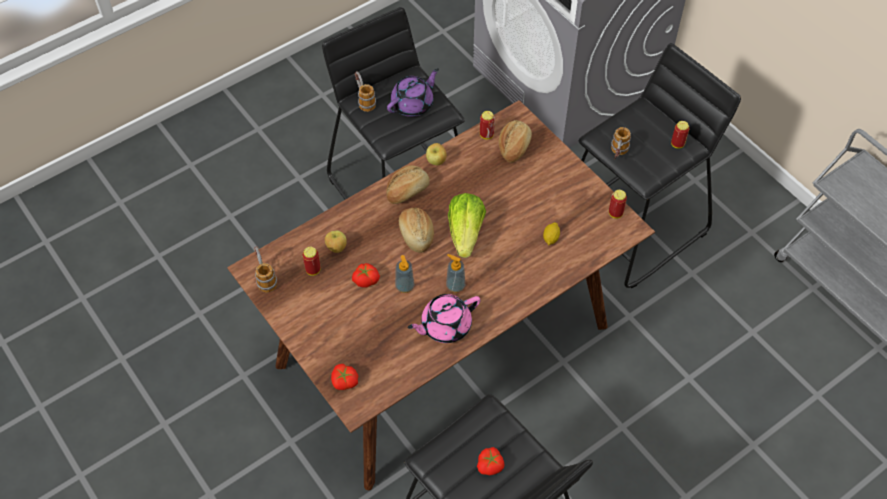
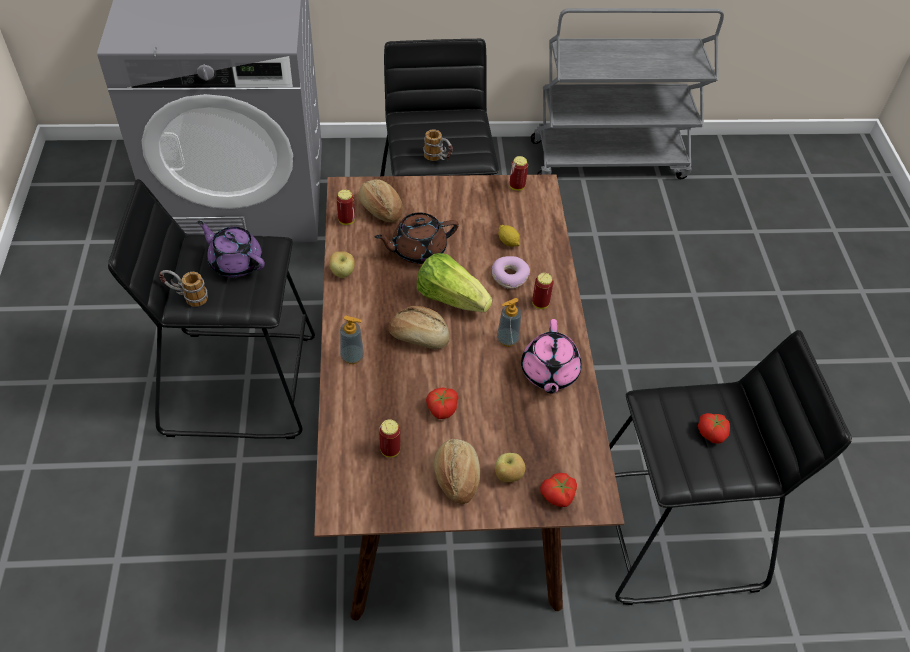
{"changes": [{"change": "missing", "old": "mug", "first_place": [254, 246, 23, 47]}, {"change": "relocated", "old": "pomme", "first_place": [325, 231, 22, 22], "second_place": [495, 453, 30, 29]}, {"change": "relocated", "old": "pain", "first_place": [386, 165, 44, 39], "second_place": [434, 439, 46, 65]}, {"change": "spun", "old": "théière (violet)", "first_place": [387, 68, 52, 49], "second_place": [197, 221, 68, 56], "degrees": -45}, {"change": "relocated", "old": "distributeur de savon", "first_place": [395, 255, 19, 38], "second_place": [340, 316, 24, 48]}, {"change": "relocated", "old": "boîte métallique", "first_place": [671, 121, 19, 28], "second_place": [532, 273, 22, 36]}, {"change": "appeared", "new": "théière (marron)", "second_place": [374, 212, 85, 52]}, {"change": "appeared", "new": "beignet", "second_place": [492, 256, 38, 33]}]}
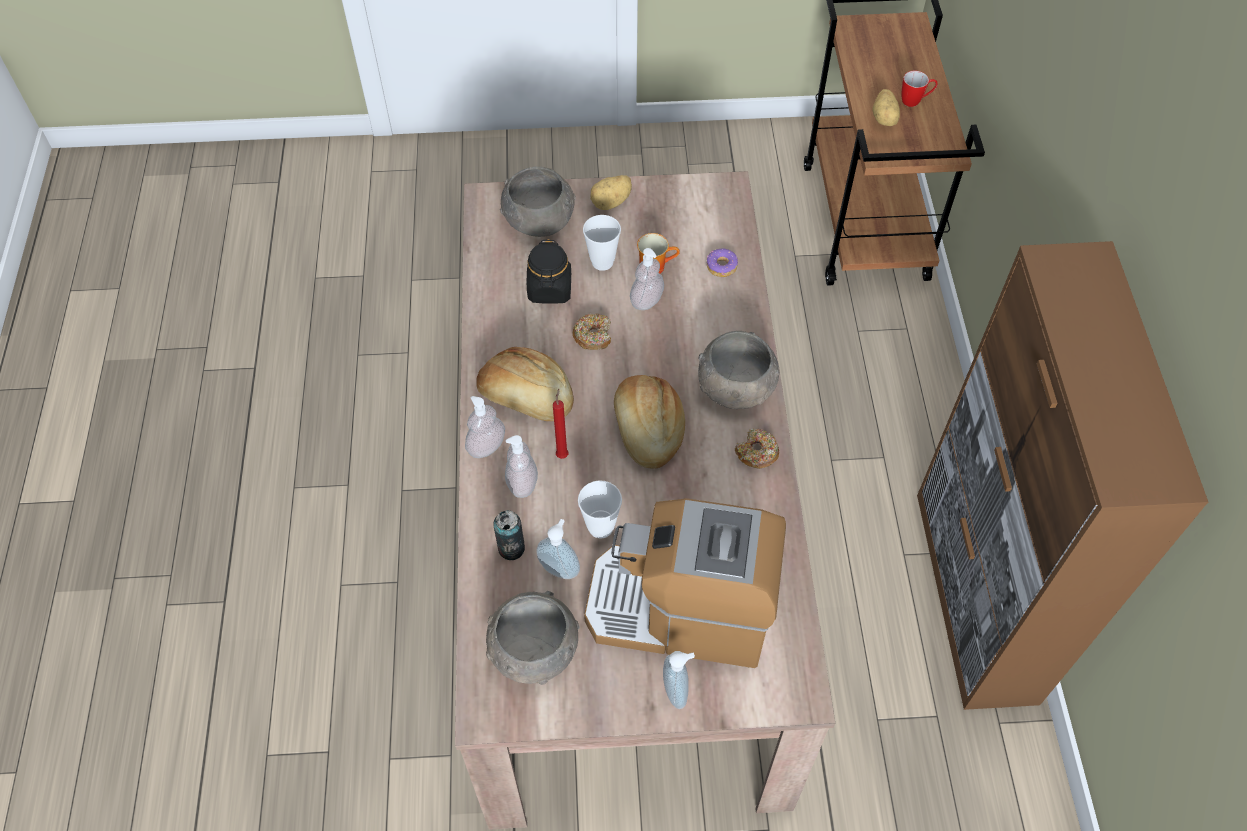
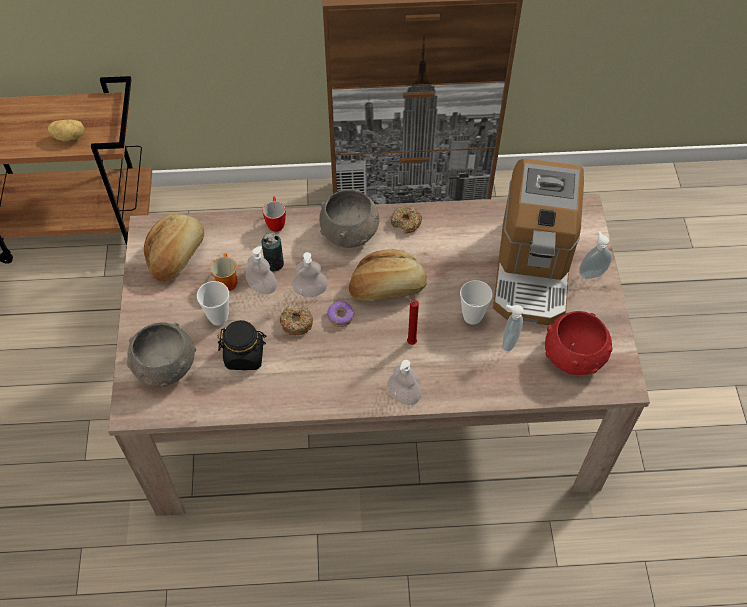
{"changes": [{"change": "relocated", "old": "pain", "first_place": [476, 347, 98, 74], "second_place": [144, 213, 60, 69]}, {"change": "colour", "old": "bol (gris)", "new": "bol (rouge)", "first_place": [486, 591, 94, 94], "second_place": [545, 311, 68, 64]}, {"change": "relocated", "old": "boîte métallique", "first_place": [493, 510, 32, 50], "second_place": [261, 232, 23, 40]}, {"change": "relocated", "old": "distributeur de savon", "first_place": [505, 435, 33, 63], "second_place": [292, 252, 36, 45]}, {"change": "missing", "old": "pomme de terre", "first_place": [590, 175, 42, 35]}, {"change": "relocated", "old": "beignet", "first_place": [707, 249, 31, 28], "second_place": [327, 302, 27, 25]}, {"change": "relocated", "old": "mug", "first_place": [902, 71, 36, 36], "second_place": [262, 197, 24, 35]}]}
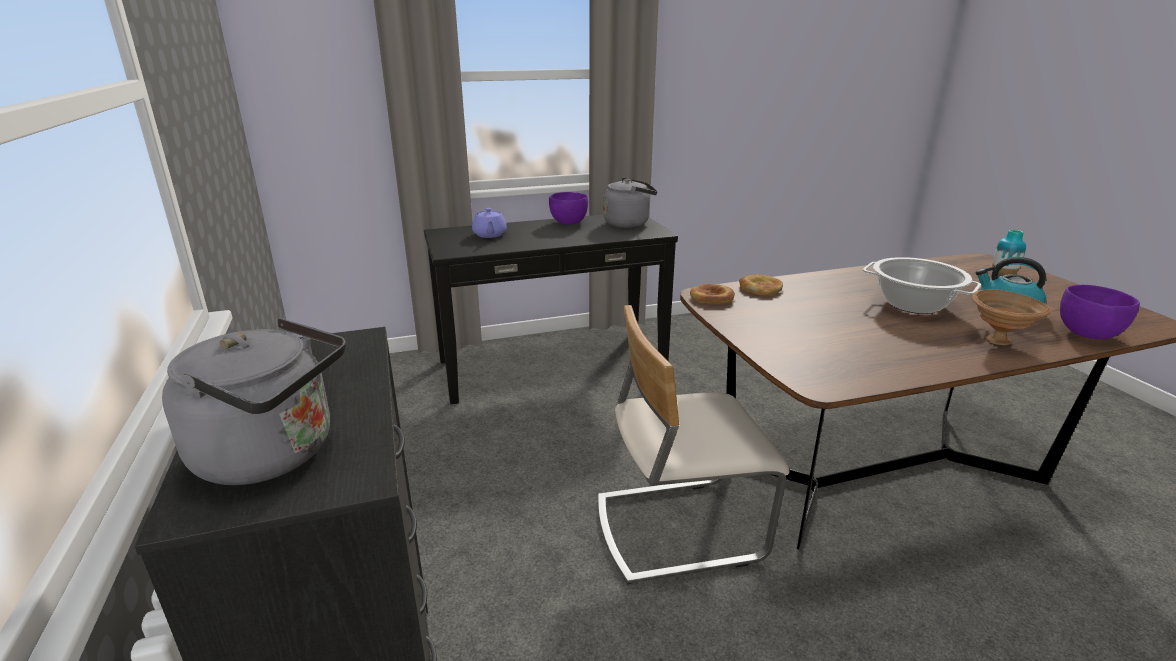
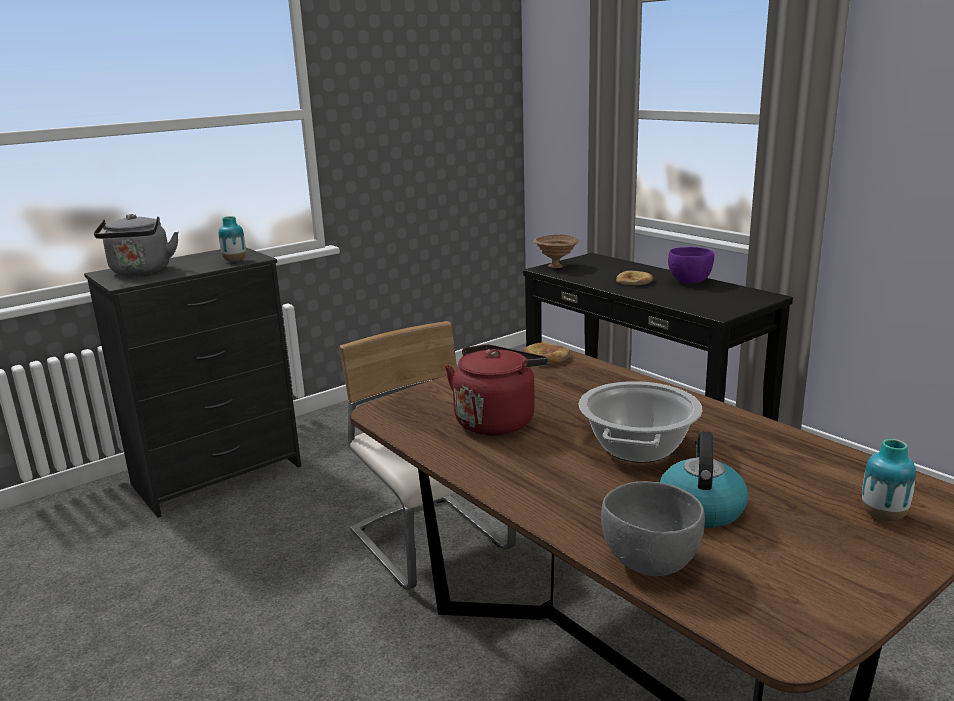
{"changes": [{"change": "missing", "old": "théière (violet)", "first_place": [472, 208, 35, 30]}, {"change": "missing", "old": "bouilloire (gris)", "first_place": [603, 177, 54, 51]}, {"change": "relocated", "old": "pain", "first_place": [739, 274, 44, 22], "second_place": [616, 271, 37, 14]}, {"change": "relocated", "old": "bol (marron)", "first_place": [972, 289, 79, 56], "second_place": [534, 234, 45, 34]}, {"change": "colour", "old": "bol (violet)", "new": "bol (gris)", "first_place": [1060, 285, 80, 54], "second_place": [601, 481, 104, 95]}, {"change": "appeared", "new": "vase", "second_place": [219, 216, 27, 46]}, {"change": "appeared", "new": "bouilloire (rouge)", "second_place": [445, 344, 103, 91]}]}
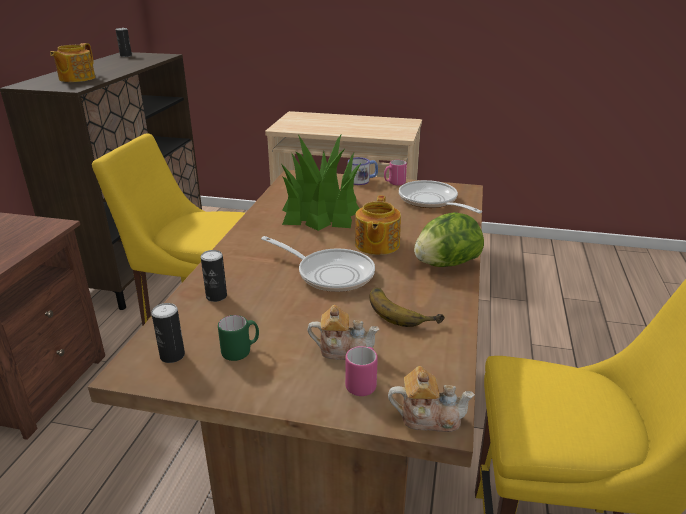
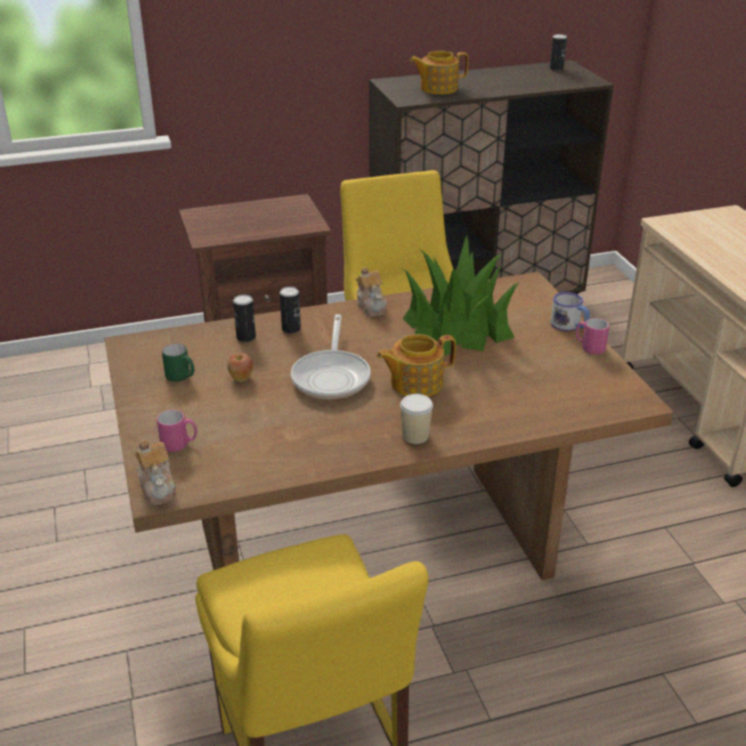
{"changes": [{"change": "relocated", "old": "boîte métallique", "first_place": [151, 303, 34, 60], "second_place": [280, 287, 21, 47]}, {"change": "relocated", "old": "théière", "first_place": [307, 305, 72, 55], "second_place": [356, 267, 31, 50]}, {"change": "missing", "old": "banane", "first_place": [370, 288, 75, 39]}, {"change": "missing", "old": "poêle", "first_place": [399, 180, 83, 33]}, {"change": "exchanged", "old": "laitue", "new": "tasse", "first_place": [414, 212, 70, 55], "second_place": [400, 394, 33, 50]}, {"change": "appeared", "new": "pomme", "second_place": [227, 353, 26, 29]}]}
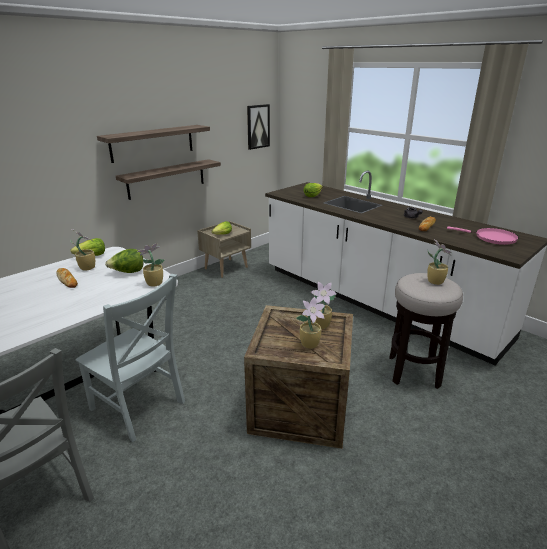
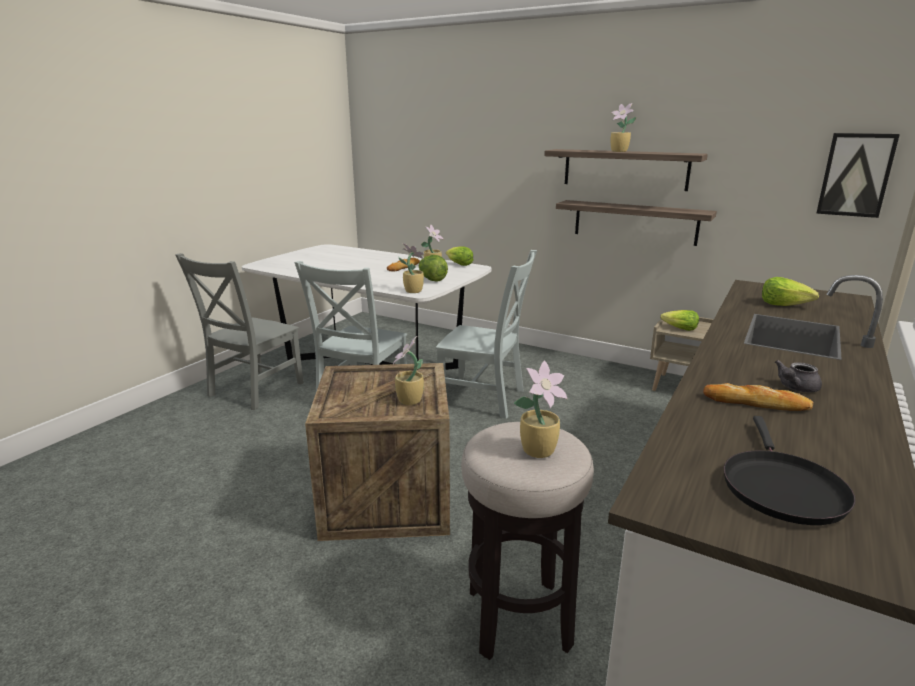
{"changes": [{"change": "relocated", "old": "plante en pot", "first_place": [296, 296, 29, 53], "second_place": [610, 103, 26, 49]}, {"change": "colour", "old": "poêle (rose)", "new": "poêle (noir)", "first_place": [447, 227, 71, 18], "second_place": [724, 416, 132, 109]}, {"change": "appeared", "new": "chaise (gris)", "second_place": [436, 250, 101, 169]}]}
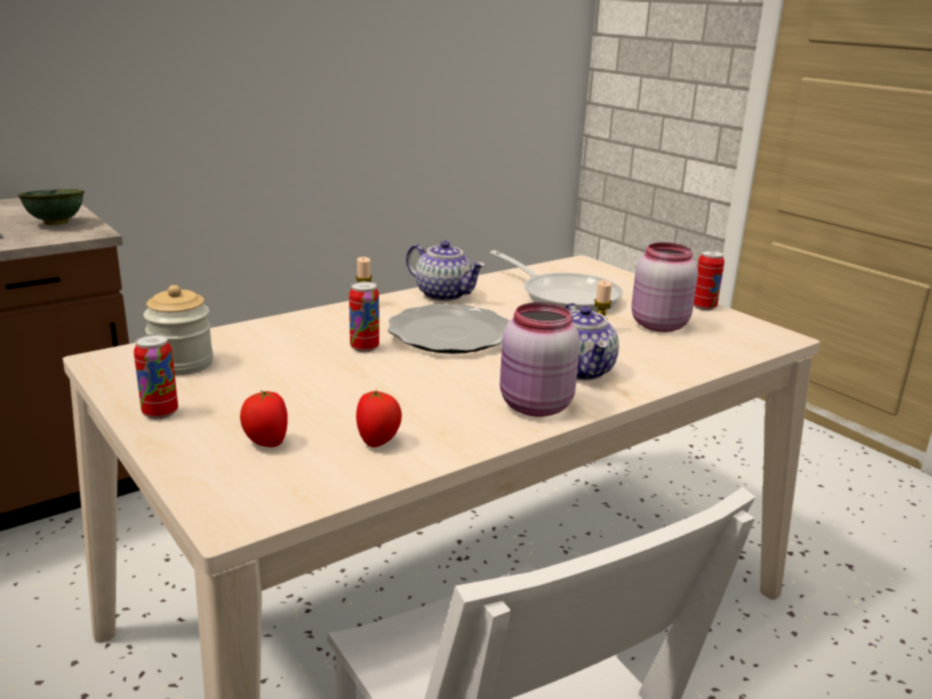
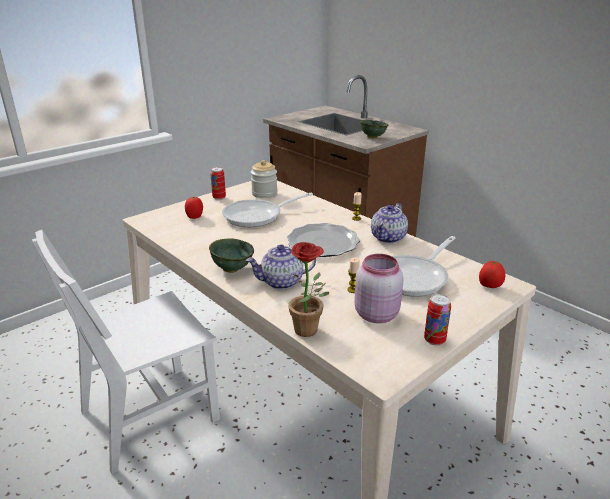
{"changes": [{"change": "missing", "old": "boîte métallique", "first_place": [349, 281, 30, 71]}, {"change": "relocated", "old": "tomate", "first_place": [356, 390, 46, 57], "second_place": [479, 261, 26, 27]}, {"change": "exchanged", "old": "bocal (rose)", "new": "bol (vert)", "first_place": [500, 302, 80, 115], "second_place": [209, 238, 45, 35]}, {"change": "appeared", "new": "poêle", "second_place": [222, 193, 91, 34]}, {"change": "appeared", "new": "plante en pot", "second_place": [283, 242, 46, 95]}]}
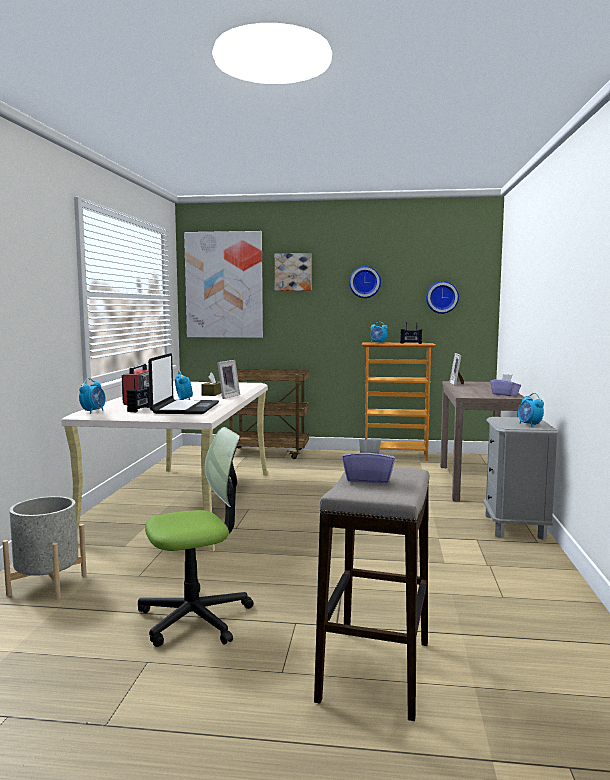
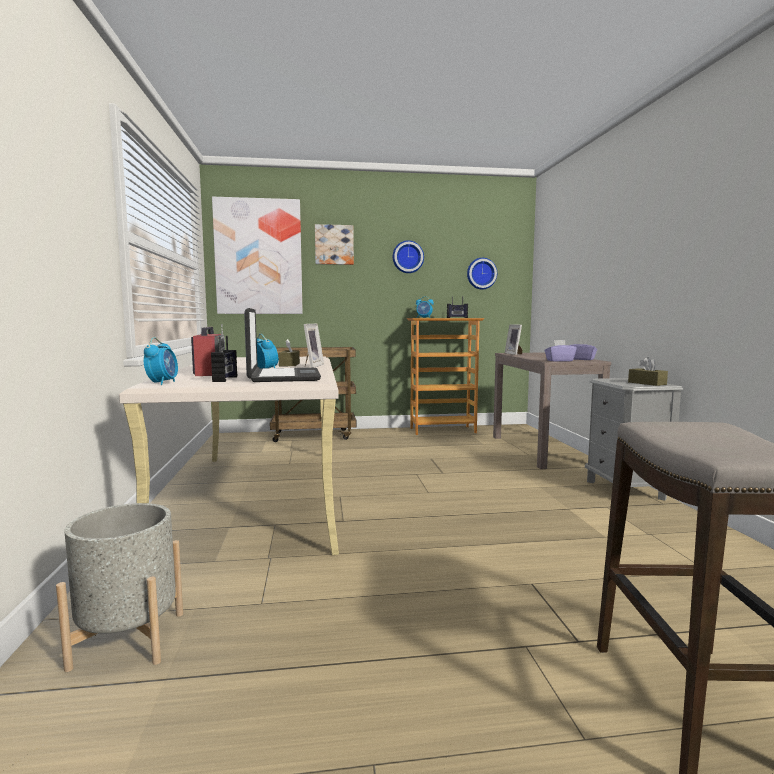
{"changes": [{"change": "missing", "old": "chaise de bureau", "first_place": [138, 427, 116, 220]}, {"change": "relocated", "old": "boîte à mouchoirs (violet)", "first_place": [342, 439, 53, 45], "second_place": [544, 340, 33, 22]}, {"change": "exchanged", "old": "réveil", "new": "boîte à mouchoirs (marron)", "first_place": [518, 393, 26, 34], "second_place": [628, 357, 40, 29]}]}
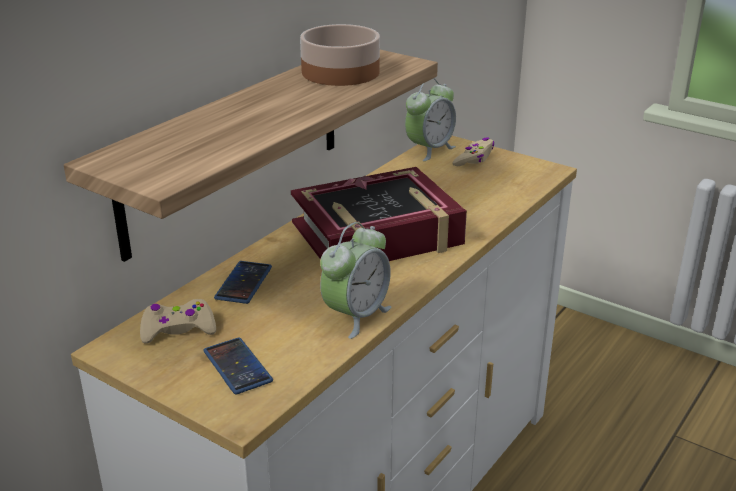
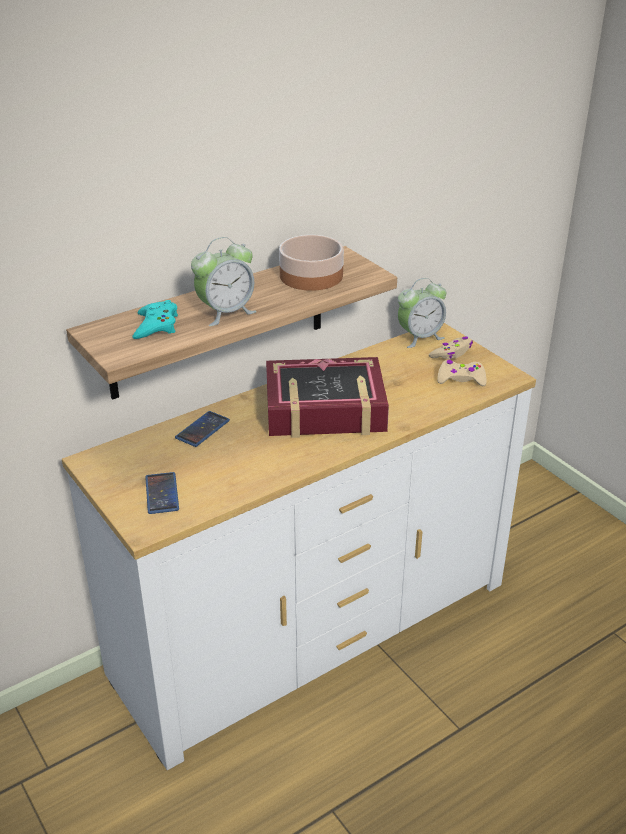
{"changes": [{"change": "relocated", "old": "manette (beige)", "first_place": [140, 299, 76, 45], "second_place": [437, 360, 49, 26]}, {"change": "relocated", "old": "réveil", "first_place": [320, 222, 72, 117], "second_place": [191, 237, 66, 89]}, {"change": "appeared", "new": "manette (turquoise)", "second_place": [132, 300, 46, 39]}]}
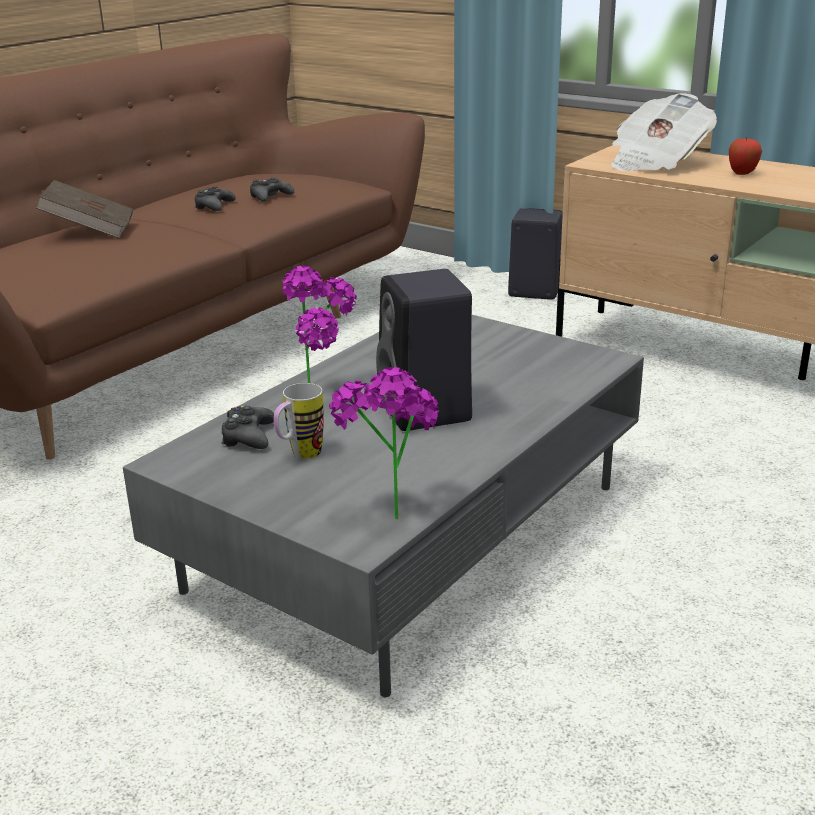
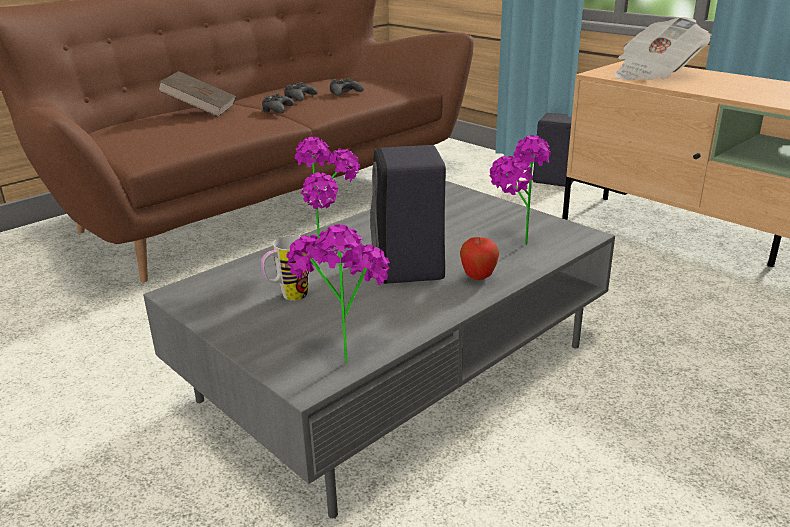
{"changes": [{"change": "relocated", "old": "manette (noir)", "first_place": [221, 406, 53, 43], "second_place": [262, 94, 32, 19]}, {"change": "relocated", "old": "pomme", "first_place": [729, 137, 33, 38], "second_place": [460, 237, 39, 43]}, {"change": "appeared", "new": "plante en pot", "second_place": [489, 135, 62, 110]}]}
